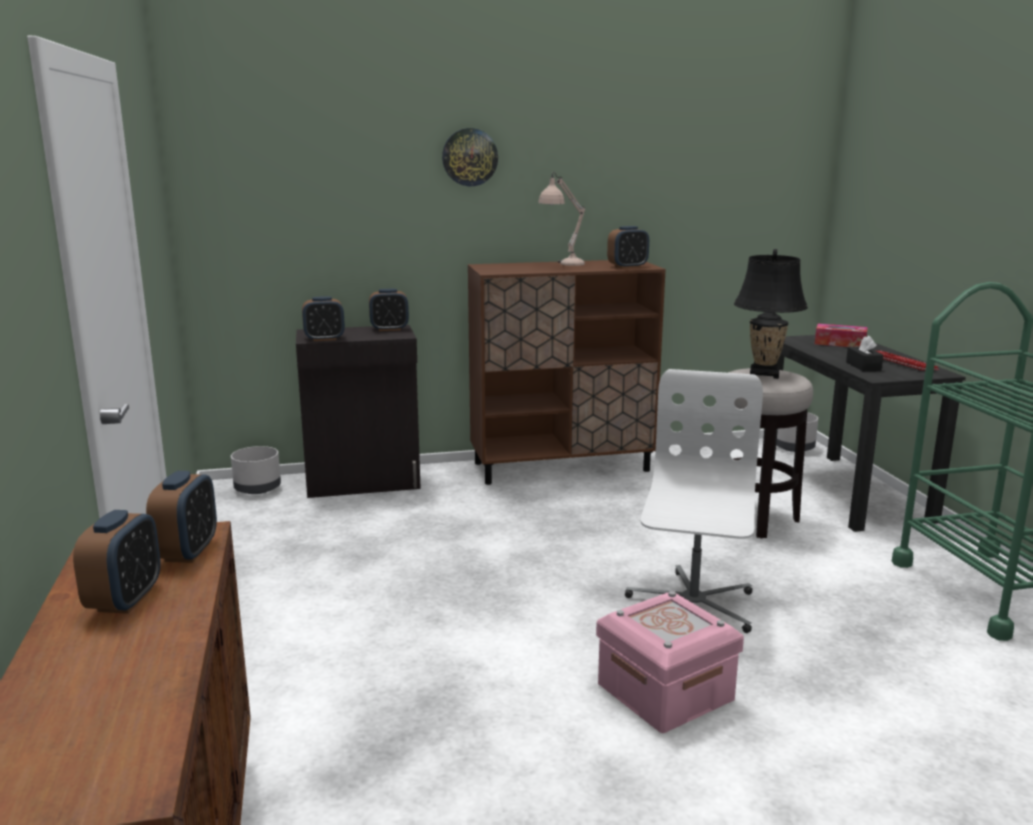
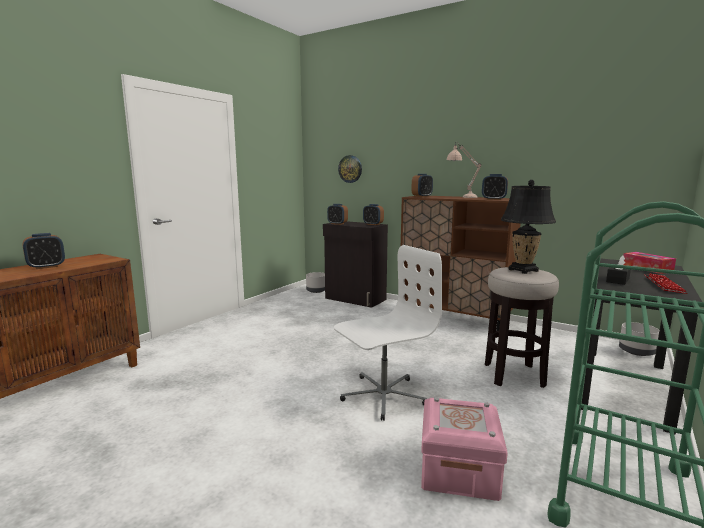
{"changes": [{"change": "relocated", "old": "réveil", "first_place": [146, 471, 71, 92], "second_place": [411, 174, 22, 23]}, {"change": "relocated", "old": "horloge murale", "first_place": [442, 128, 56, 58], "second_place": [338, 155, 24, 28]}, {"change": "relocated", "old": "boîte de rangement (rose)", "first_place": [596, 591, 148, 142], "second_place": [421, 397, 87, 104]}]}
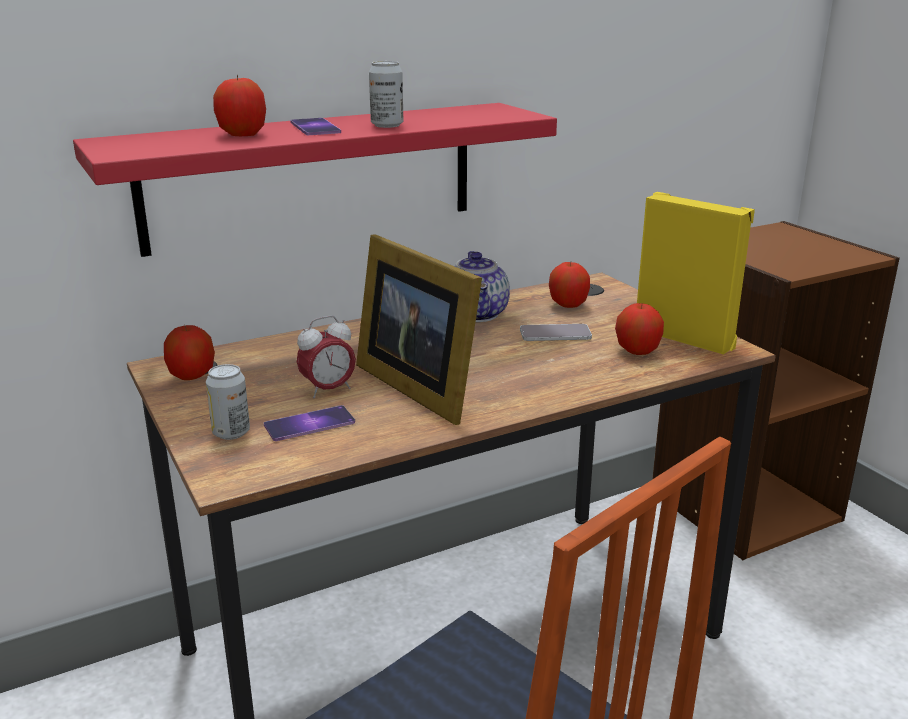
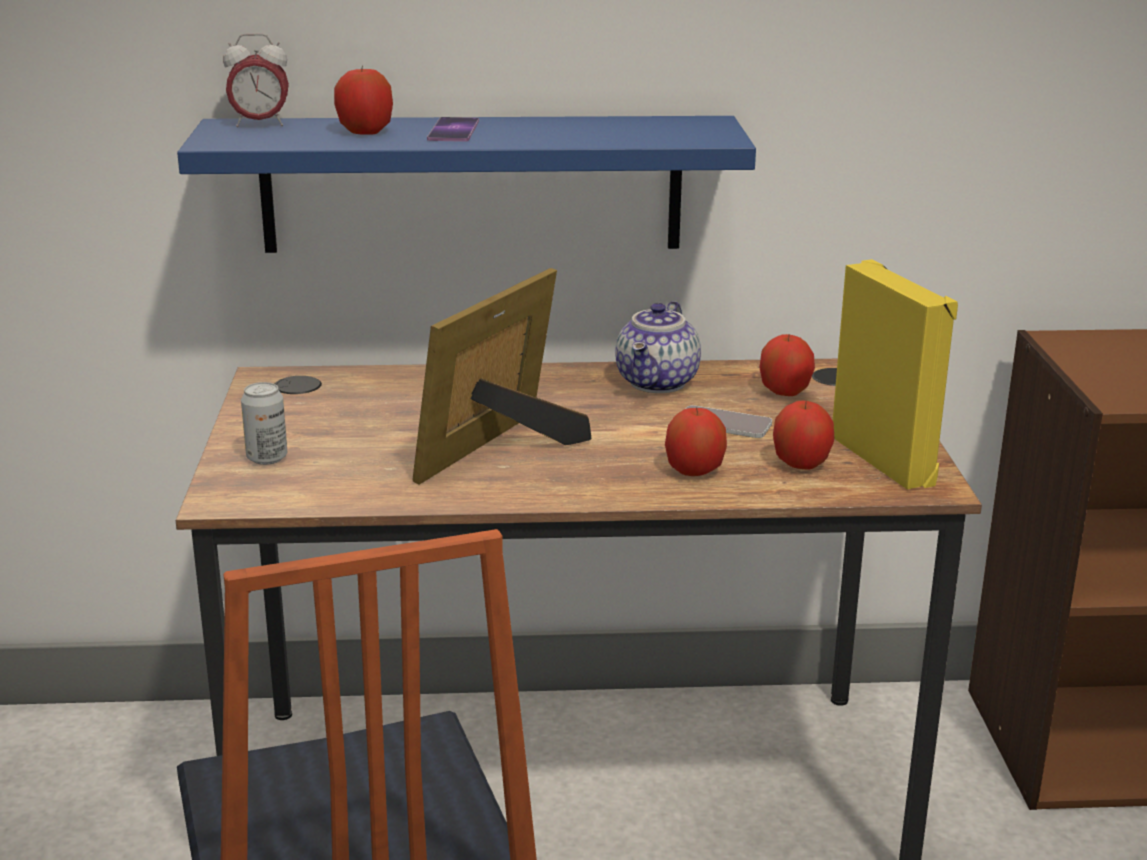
{"changes": [{"change": "colour", "old": "étagère (rouge)", "new": "étagère (bleu)", "first_place": [73, 103, 484, 154], "second_place": [177, 116, 579, 137]}, {"change": "relocated", "old": "pomme", "first_place": [164, 325, 51, 55], "second_place": [665, 407, 62, 69]}, {"change": "missing", "old": "téléphone", "first_place": [264, 405, 91, 36]}, {"change": "relocated", "old": "réveil", "first_place": [297, 315, 59, 83], "second_place": [223, 34, 66, 93]}, {"change": "spun", "old": "cadre photo", "first_place": [356, 235, 126, 190], "second_place": [413, 268, 178, 217], "degrees": 45}, {"change": "missing", "old": "boîte métallique", "first_place": [369, 61, 34, 67]}]}
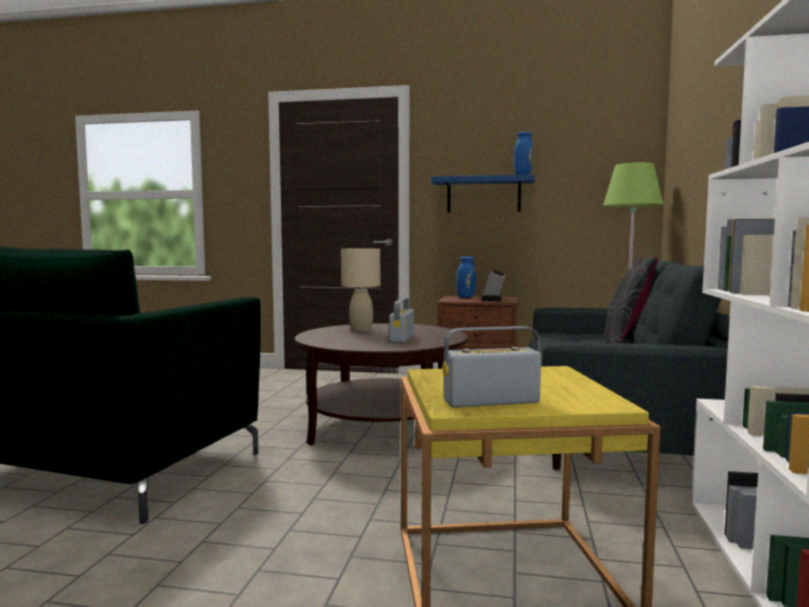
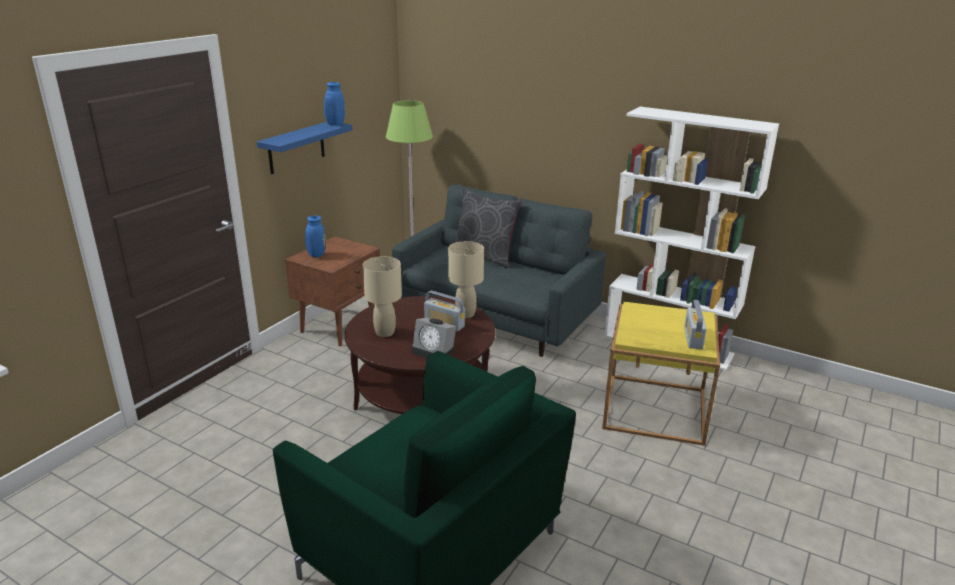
{"changes": [{"change": "relocated", "old": "réveil", "first_place": [481, 270, 24, 31], "second_place": [411, 318, 45, 40]}, {"change": "appeared", "new": "lampe de table (beige)", "second_place": [448, 241, 36, 77]}]}
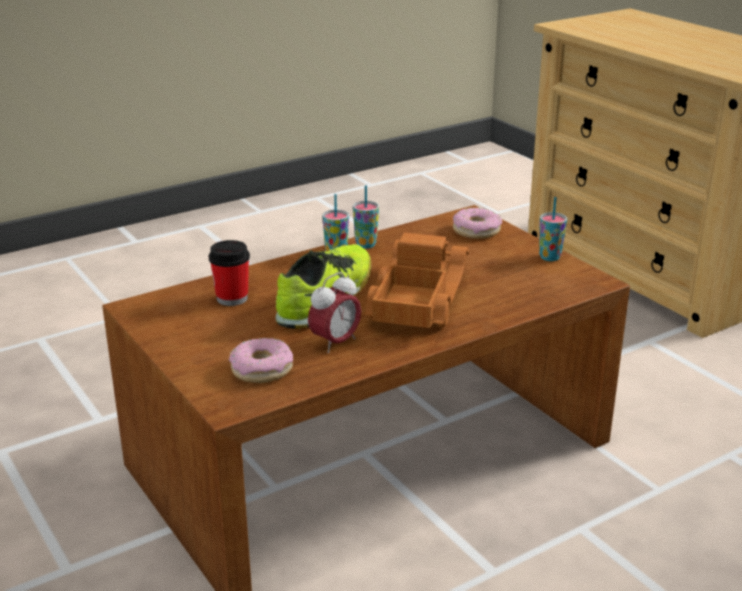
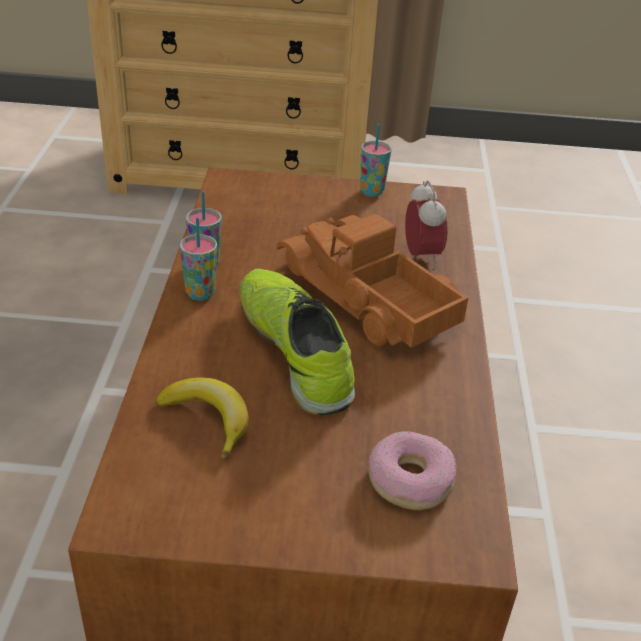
{"changes": [{"change": "exchanged", "old": "tasse", "new": "banane", "first_place": [209, 240, 41, 66], "second_place": [156, 377, 93, 82]}, {"change": "relocated", "old": "réveil", "first_place": [308, 272, 53, 81], "second_place": [405, 180, 43, 88]}, {"change": "missing", "old": "beignet", "first_place": [453, 208, 49, 31]}]}
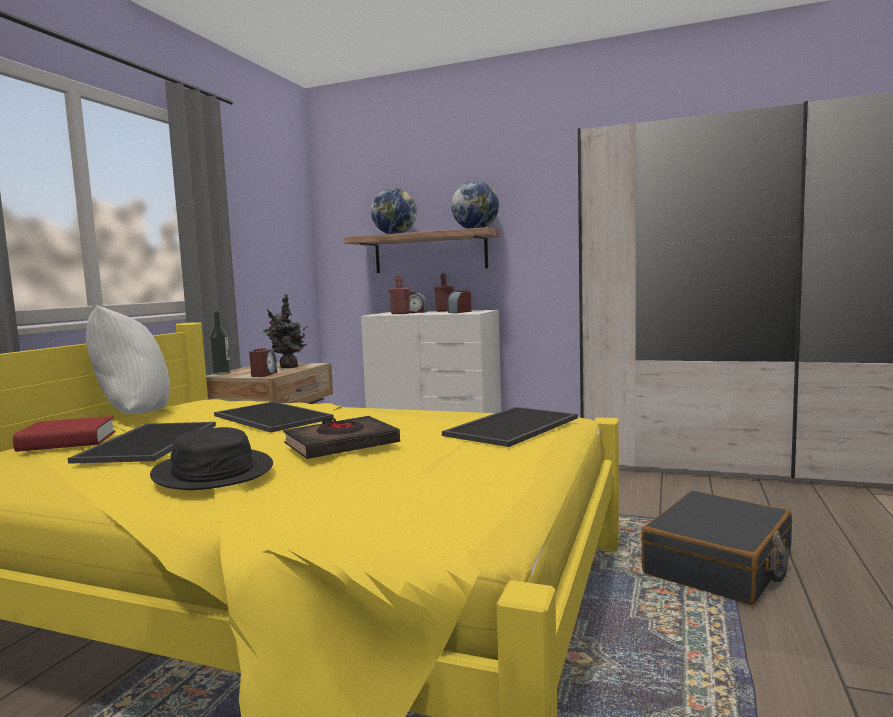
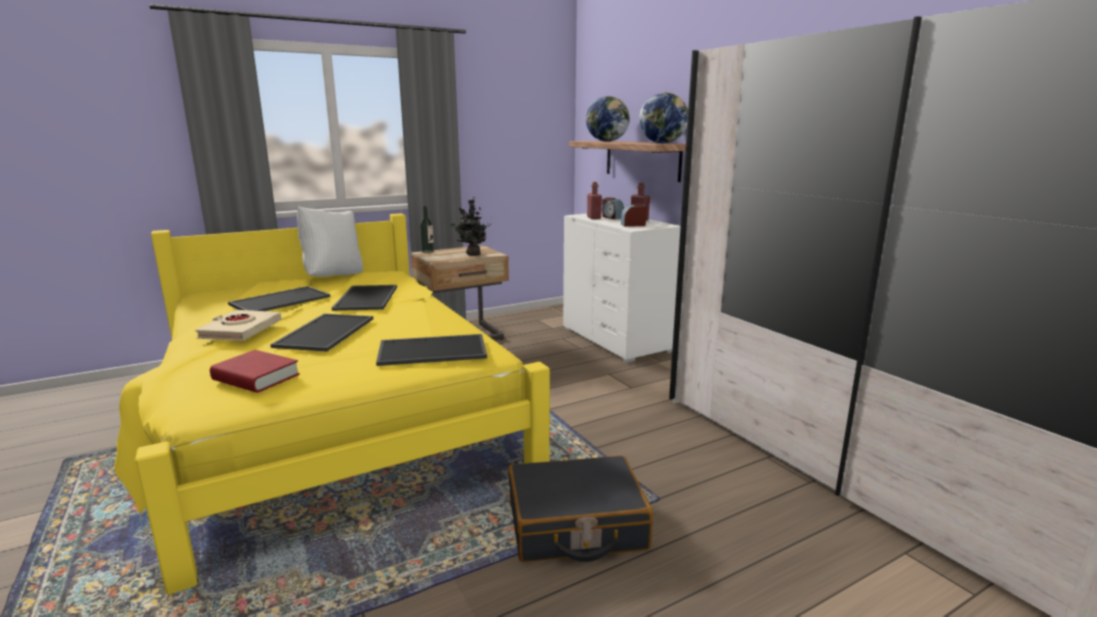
{"changes": [{"change": "relocated", "old": "livre (rouge)", "first_place": [13, 416, 102, 36], "second_place": [210, 350, 90, 43]}, {"change": "exchanged", "old": "chapeau (noir)", "new": "livre (beige)", "first_place": [150, 427, 123, 63], "second_place": [195, 310, 86, 31]}, {"change": "missing", "old": "réveil", "first_place": [249, 348, 28, 29]}, {"change": "exchanged", "old": "livre (noir)", "new": "plateau", "first_place": [283, 416, 117, 43], "second_place": [270, 314, 103, 37]}]}
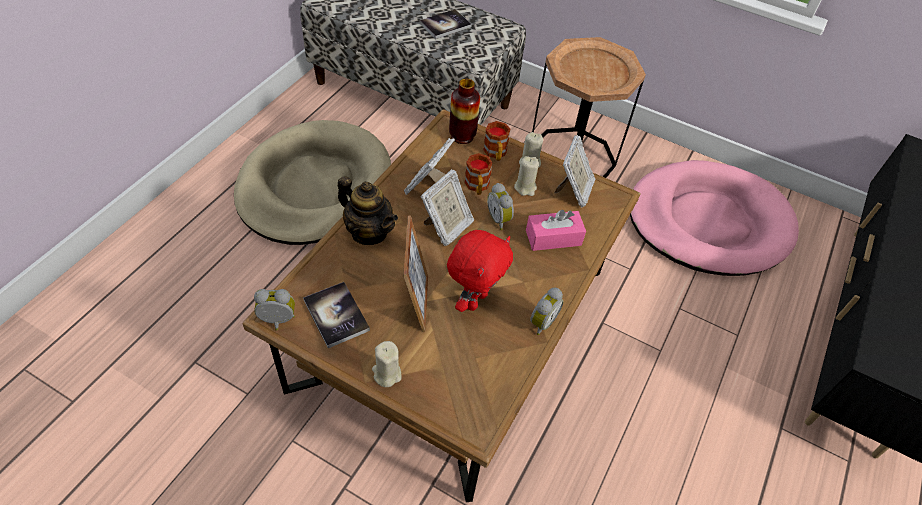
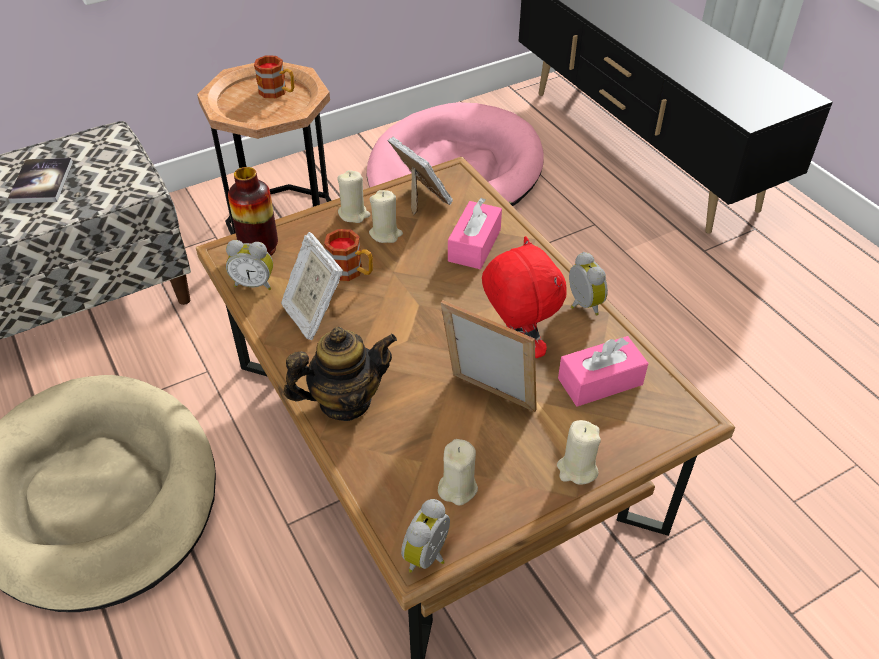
{"changes": [{"change": "exchanged", "old": "livre", "new": "bougie (beige)", "first_place": [303, 282, 67, 66], "second_place": [438, 439, 40, 66]}, {"change": "missing", "old": "cadre photo", "first_place": [421, 169, 53, 77]}, {"change": "relocated", "old": "mug", "first_place": [483, 121, 27, 40], "second_place": [254, 55, 40, 43]}, {"change": "relocated", "old": "réveil", "first_place": [487, 183, 27, 47], "second_place": [226, 240, 47, 50]}, {"change": "appeared", "new": "boîte à mouchoirs (rose)", "second_place": [558, 336, 90, 71]}]}
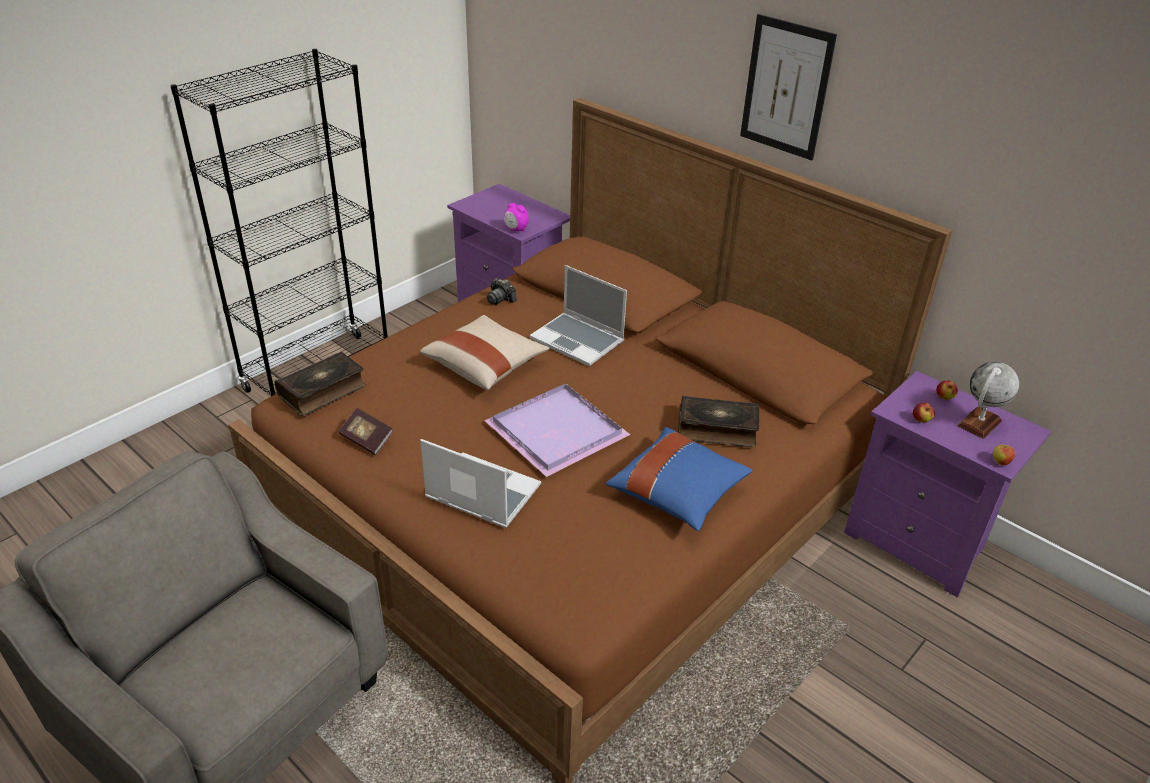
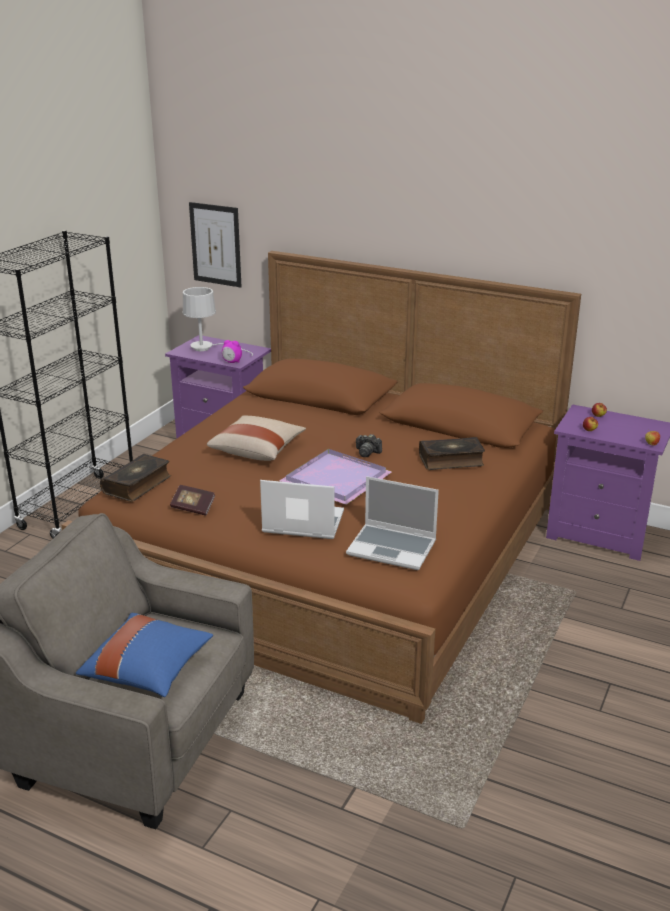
{"changes": [{"change": "relocated", "old": "appareil photo", "first_place": [487, 278, 30, 27], "second_place": [356, 434, 26, 23]}, {"change": "relocated", "old": "ordinateur portable", "first_place": [530, 265, 97, 101], "second_place": [346, 476, 93, 94]}, {"change": "relocated", "old": "coussin (bleu)", "first_place": [606, 427, 147, 104], "second_place": [76, 613, 137, 84]}, {"change": "relocated", "old": "tableau", "first_place": [740, 14, 97, 147], "second_place": [189, 202, 53, 85]}, {"change": "missing", "old": "globe", "first_place": [957, 362, 62, 77]}, {"change": "appeared", "new": "lampe de table (blanc)", "second_place": [183, 287, 70, 69]}]}
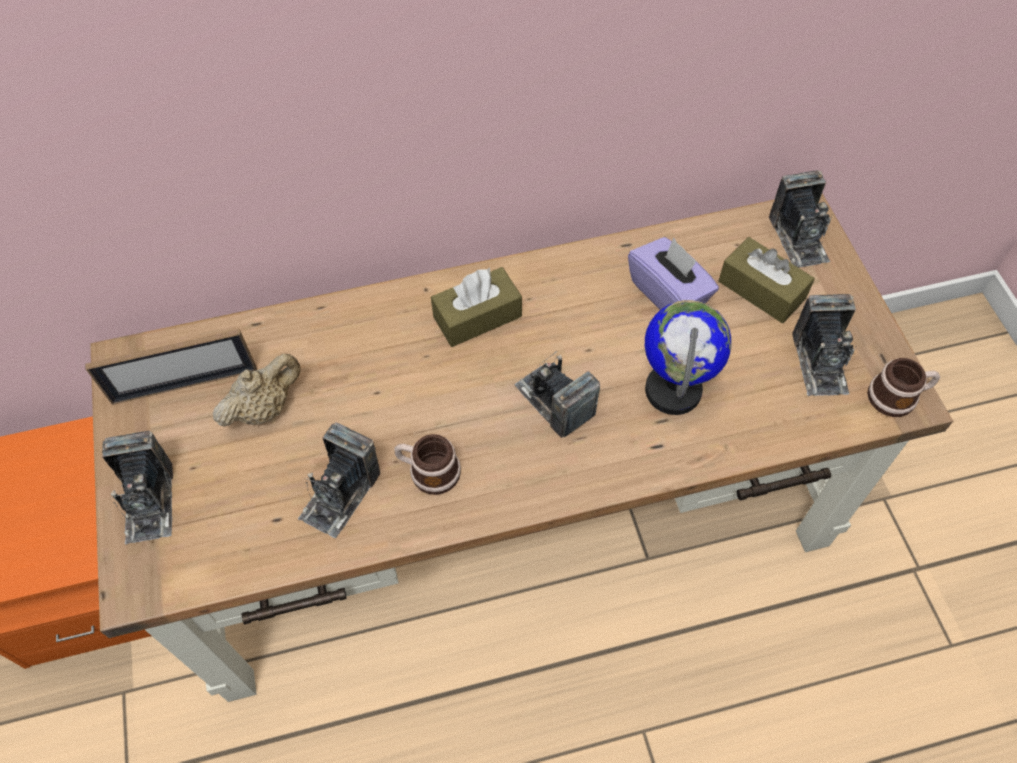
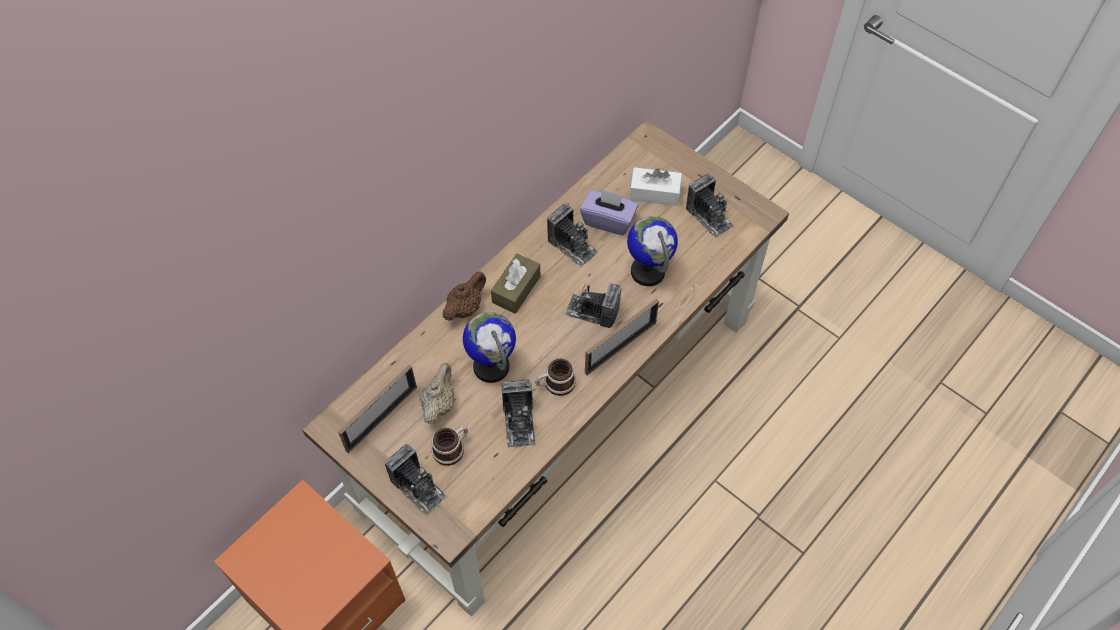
{"changes": [{"change": "colour", "old": "boîte à mouchoirs (marron)", "new": "boîte à mouchoirs (blanc)", "first_place": [719, 237, 96, 86], "second_place": [629, 167, 53, 39]}, {"change": "relocated", "old": "appareil photo", "first_place": [769, 170, 63, 97], "second_place": [547, 203, 51, 64]}, {"change": "relocated", "old": "mug", "first_place": [867, 358, 73, 59], "second_place": [431, 426, 37, 40]}, {"change": "appeared", "new": "théière (marron)", "second_place": [443, 272, 43, 49]}, {"change": "appeared", "new": "globe", "second_place": [463, 312, 53, 71]}, {"change": "appeared", "new": "cadre photo", "second_place": [585, 299, 74, 77]}]}
